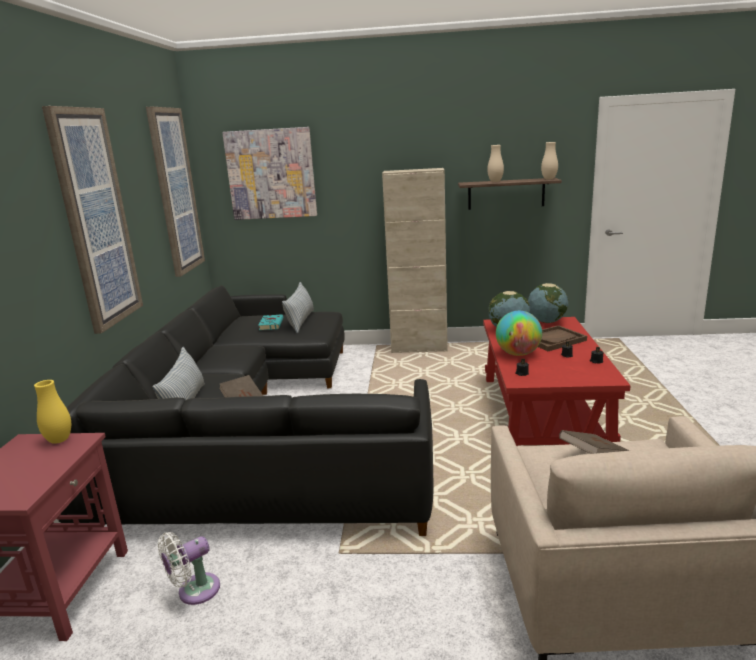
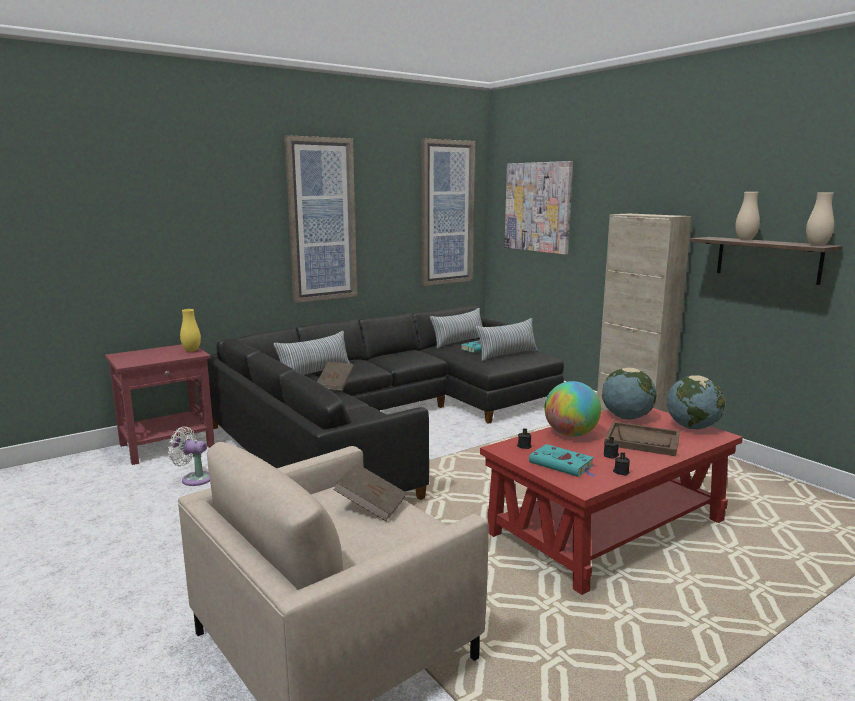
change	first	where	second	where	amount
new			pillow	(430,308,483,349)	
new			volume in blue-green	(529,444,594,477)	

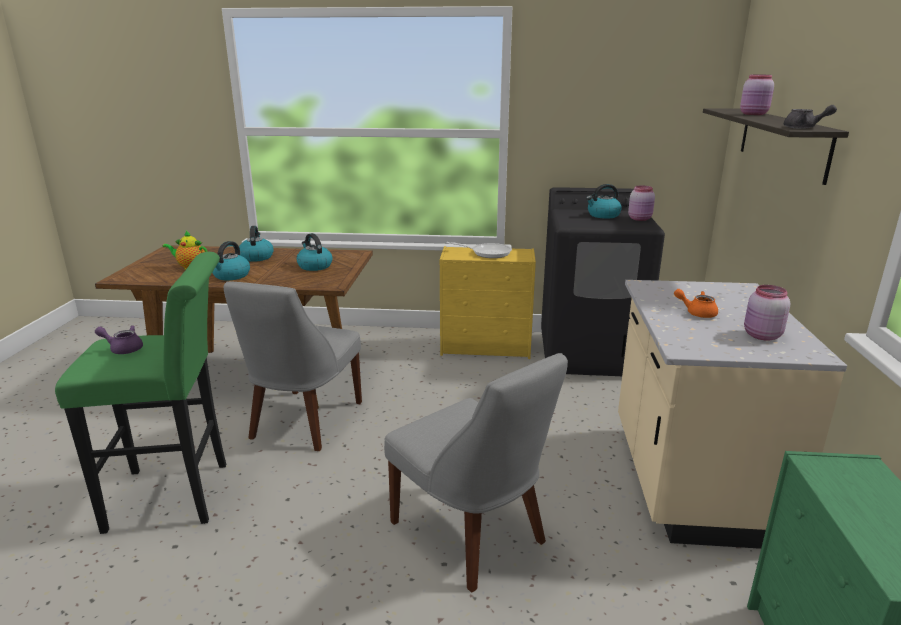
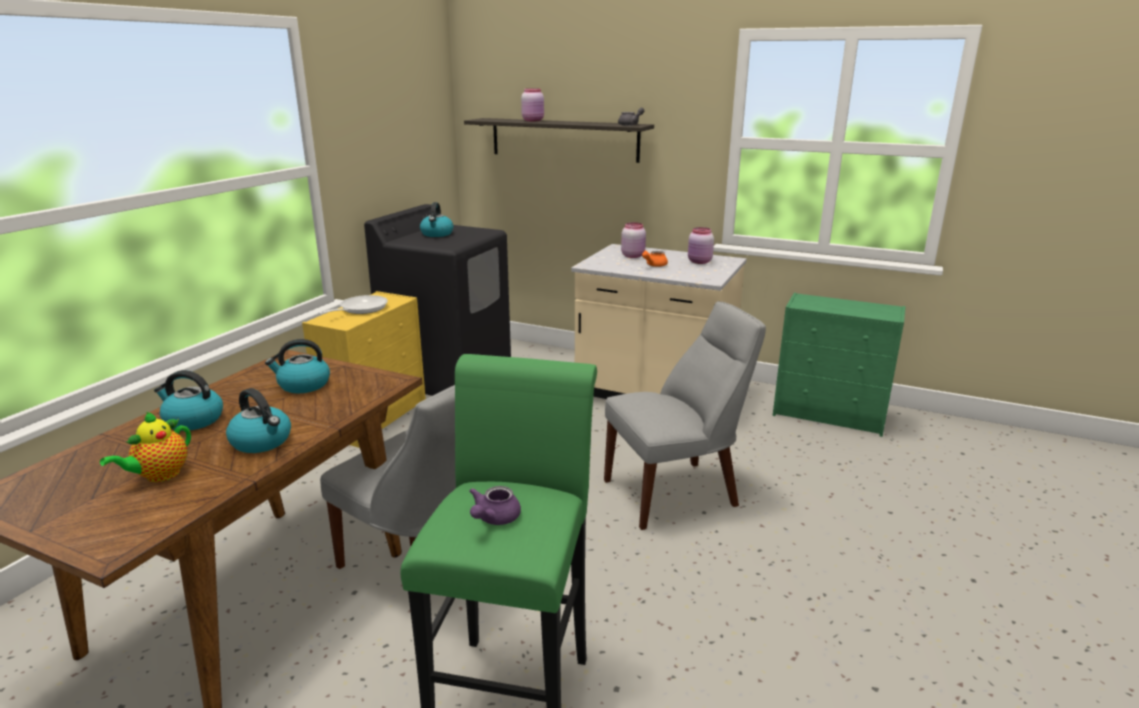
change	first	where	second	where	amount
shifted	jar in pink	(628,185,655,221)		(621,222,646,258)	

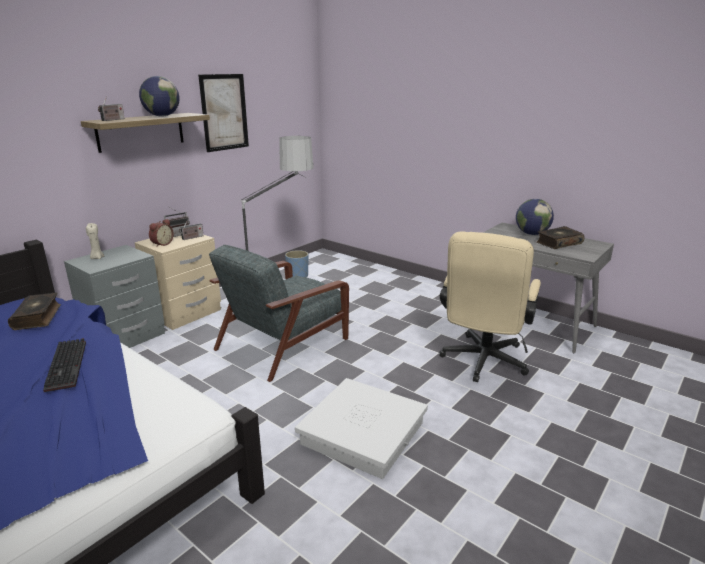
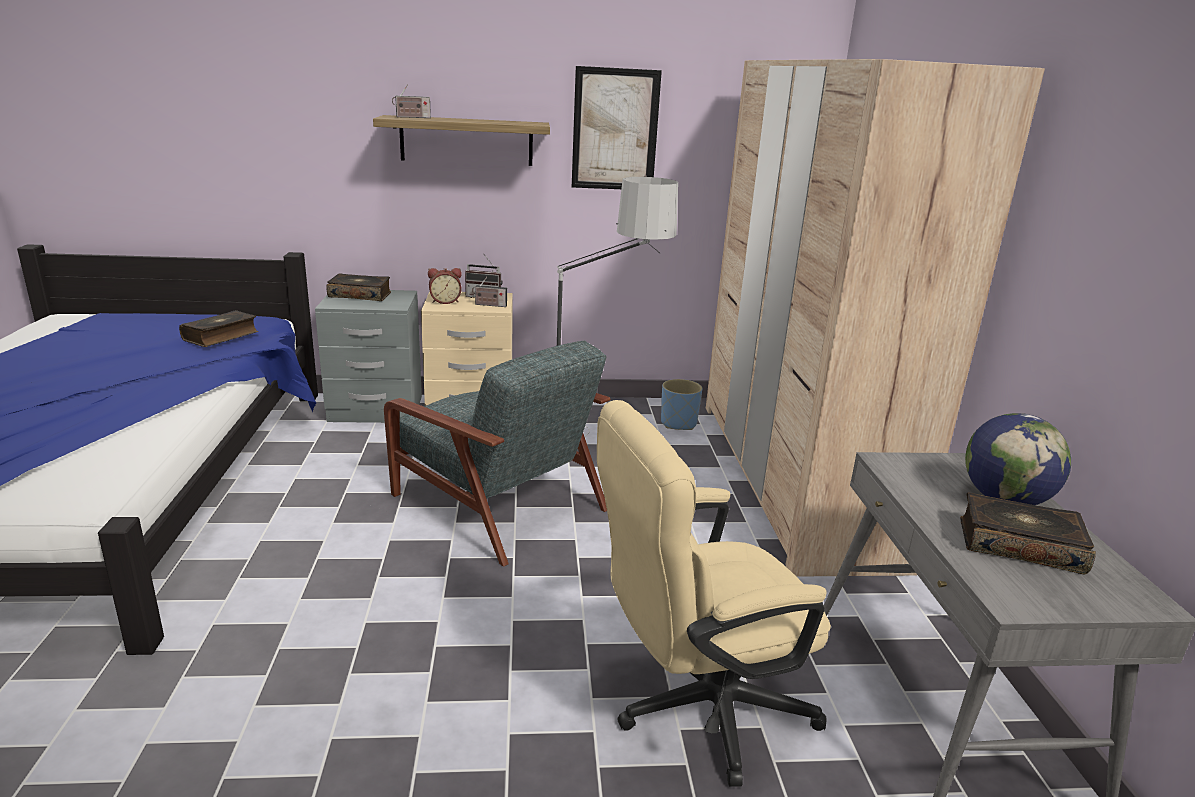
change	first	where	second	where	amount
gone	world globe	(139,76,180,116)			
swapped	candle in beige-coloured	(86,223,104,259)	volume	(326,274,391,301)	
rotated	lounge chair in grey	(209,245,349,382)		(384,341,610,567)	135 degrees counterclockwise
gone	keyboard	(43,338,86,392)			
gone	storage box in whitish	(295,378,428,479)			
new			clothes cupboard in beige-coloured	(706,59,1045,577)	

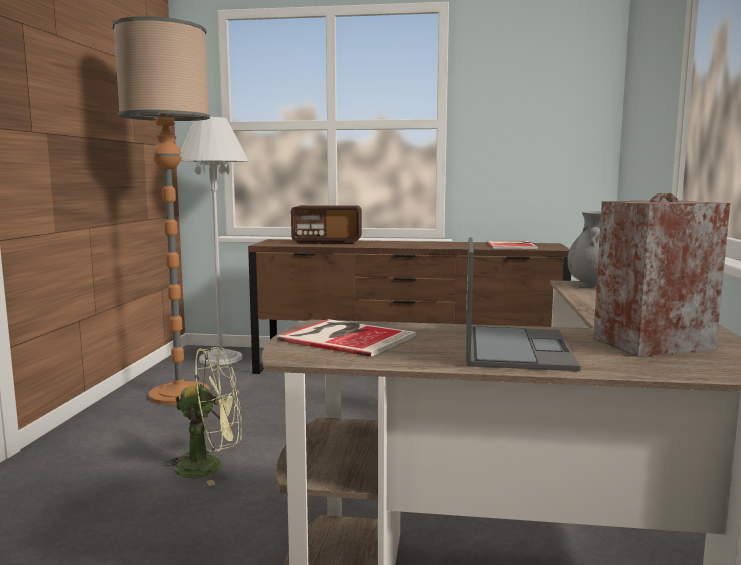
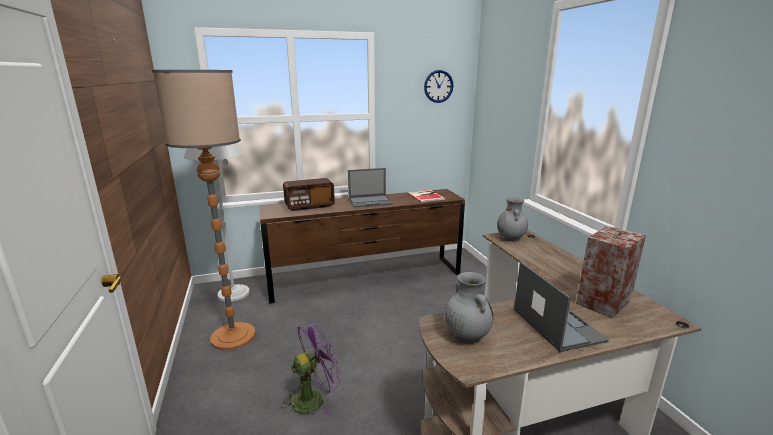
change	first	where	second	where	amount
swapped	volume	(277,319,416,357)	vase in grey	(444,272,493,344)	
repainted	fan in green-coloured	(163,347,242,486)	fan in purplish	(281,322,342,416)	
new			hanging clock	(424,70,453,103)	
new			portable computer	(348,168,393,208)	

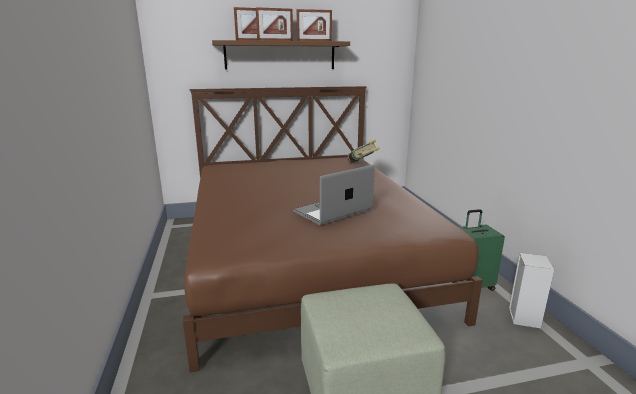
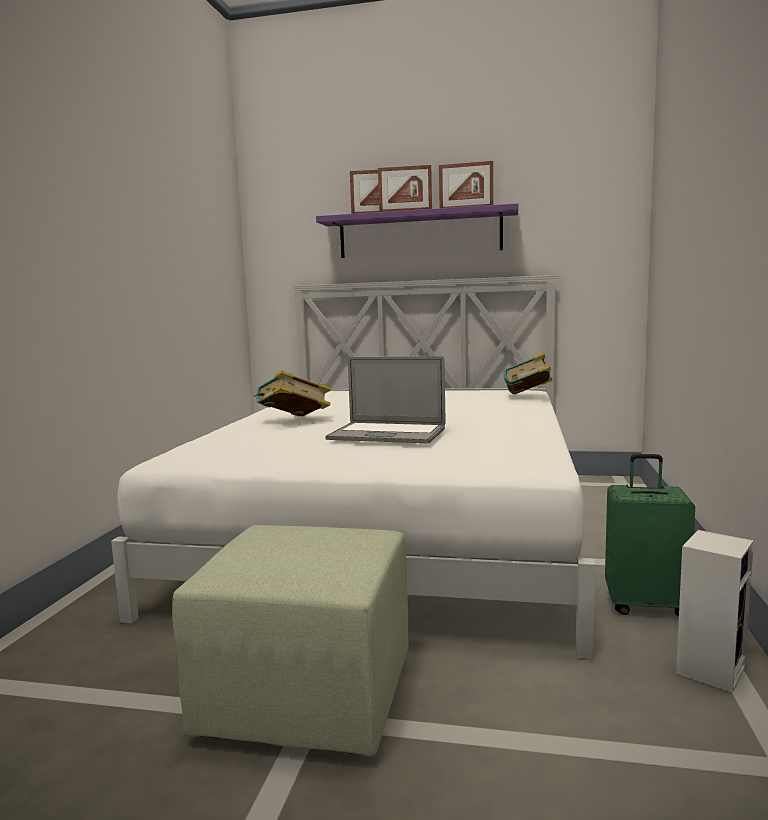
change	first	where	second	where	amount
repainted	bracket shelf in brown	(212,40,350,70)	bracket shelf in purplish	(316,203,518,258)	
repainted	bed in brown	(183,86,483,372)	bed in whitish	(111,275,596,659)	
rotated	portable computer	(293,165,375,225)		(325,356,446,443)	150 degrees counterclockwise
new			volume	(254,370,331,417)	

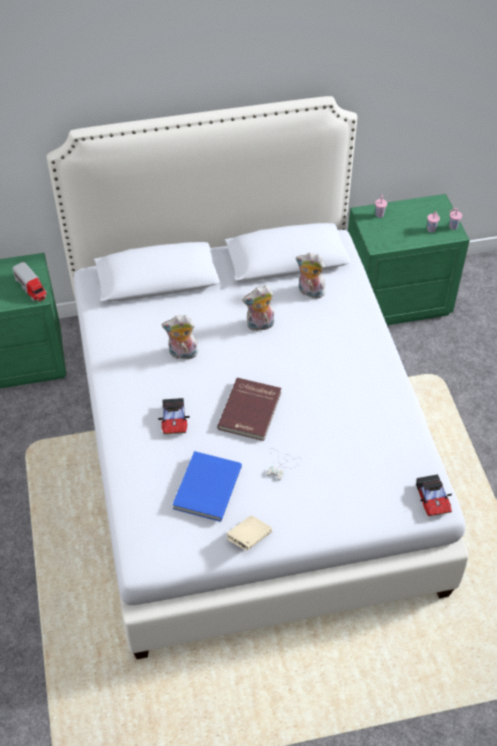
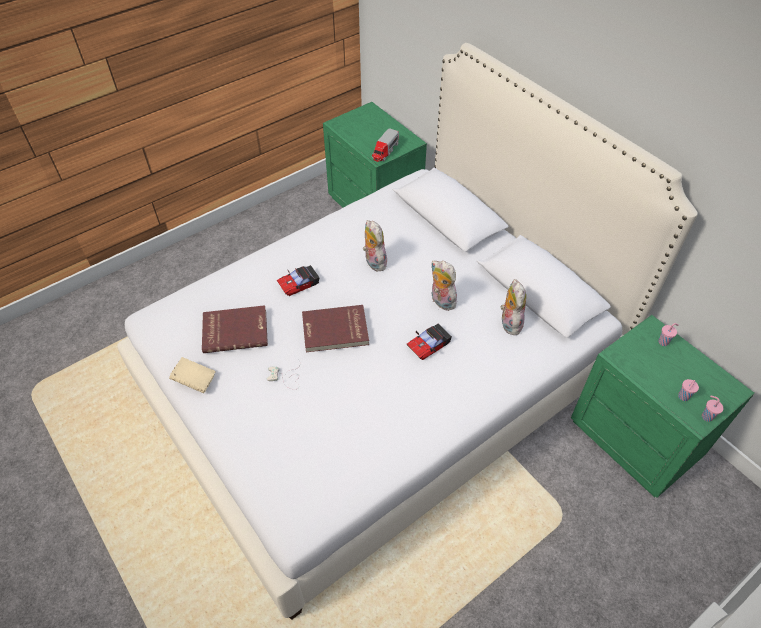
change	first	where	second	where	amount
repainted	volume in bluish	(172,451,242,522)	volume in red-coloured	(202,305,268,353)	
shifted	model car	(416,474,452,516)		(407,324,452,360)	

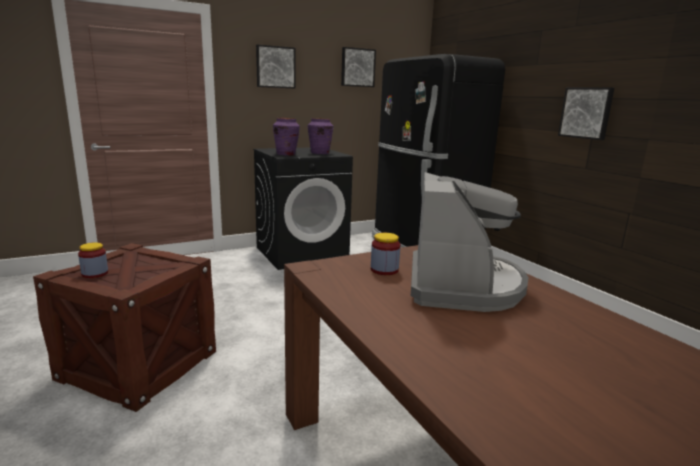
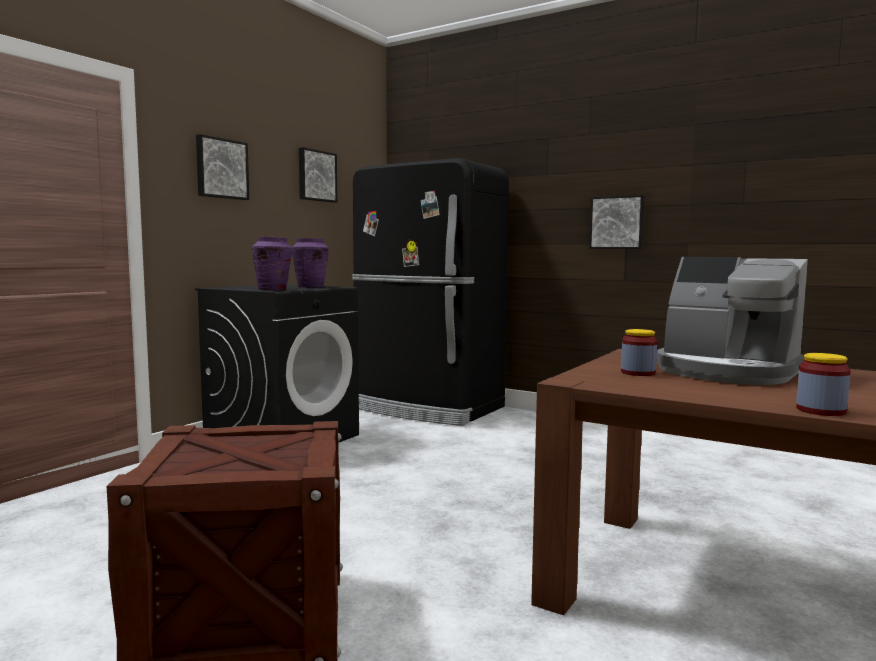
change	first	where	second	where	amount
rotated	coffee maker	(411,172,529,312)		(657,257,808,385)	150 degrees clockwise
shifted	jar	(78,242,108,278)		(796,353,851,416)	

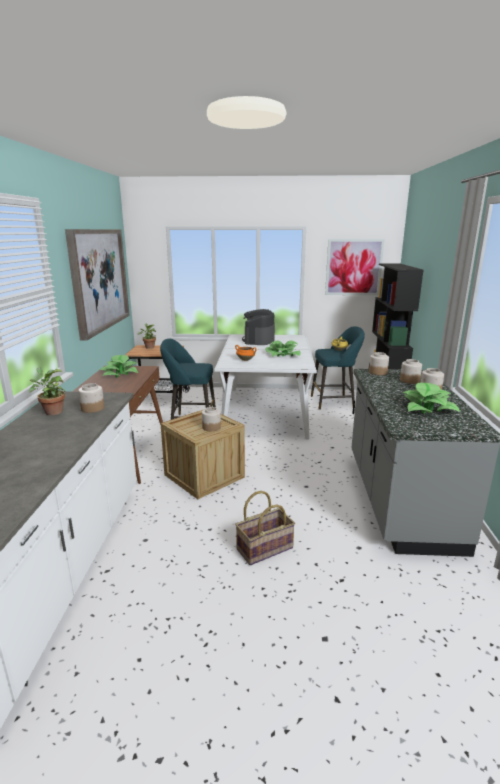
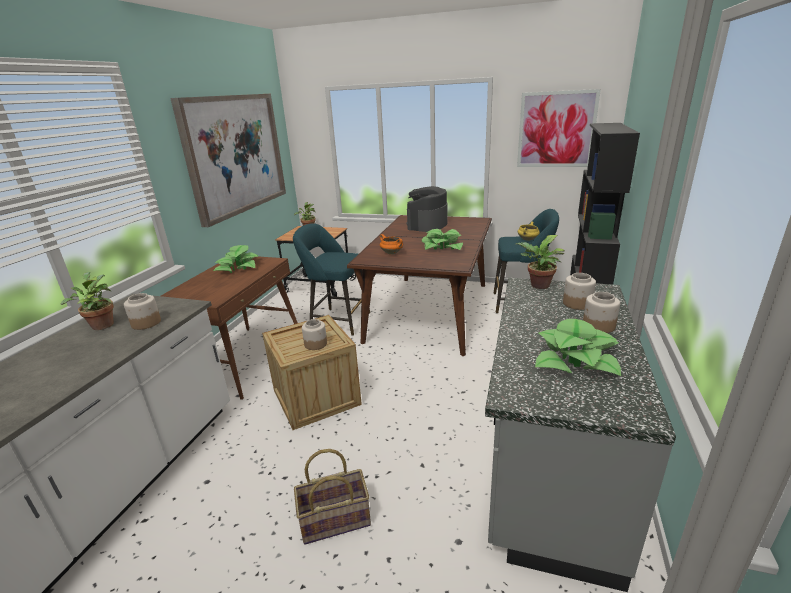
change	first	where	second	where	amount
repainted	dinner table in whitish	(214,334,317,440)	dinner table in brown	(347,215,492,356)	
swapped	jar	(369,352,389,375)	potted plant	(516,235,565,289)	

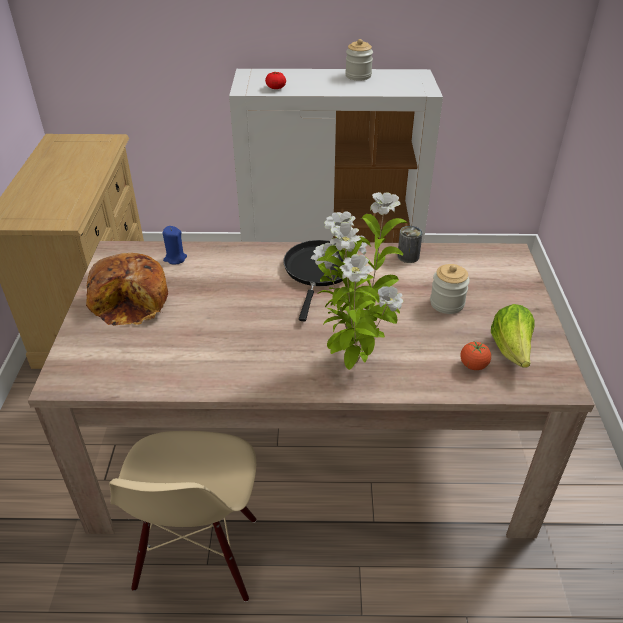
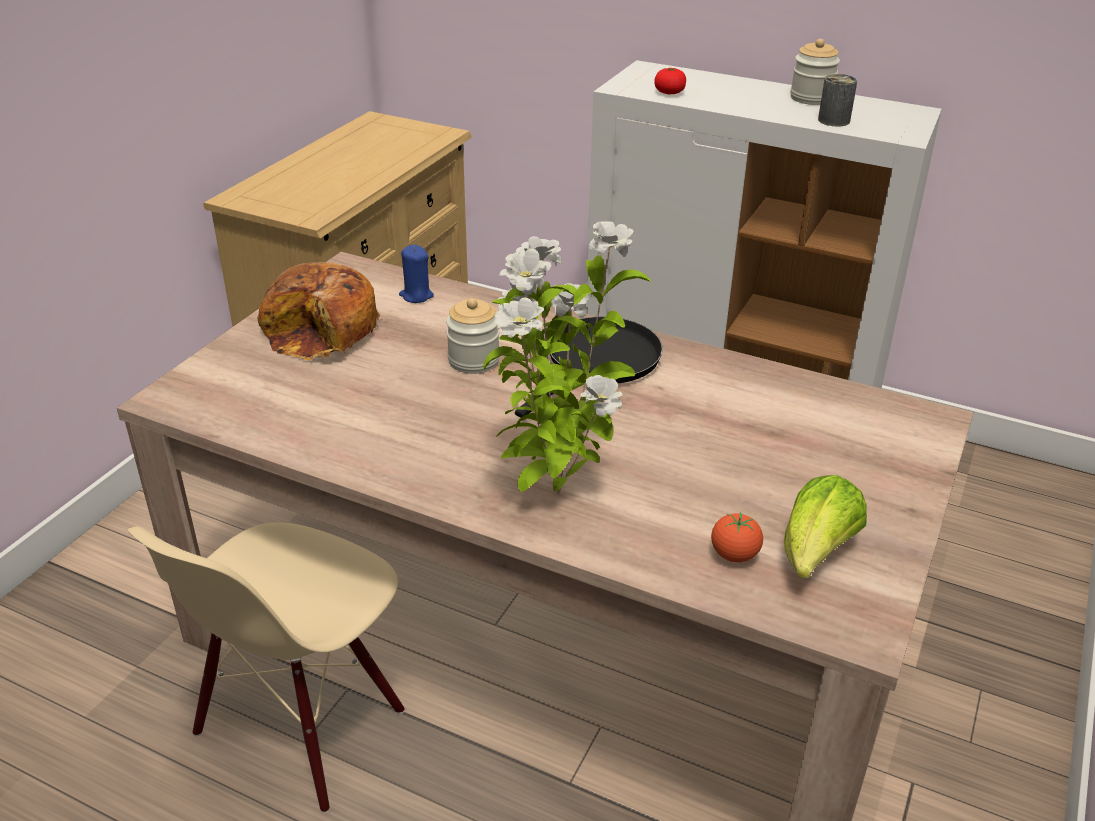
change	first	where	second	where	amount
shifted	can	(397,226,423,263)		(818,74,857,126)	
shifted	jar	(430,264,470,314)		(446,298,500,374)	

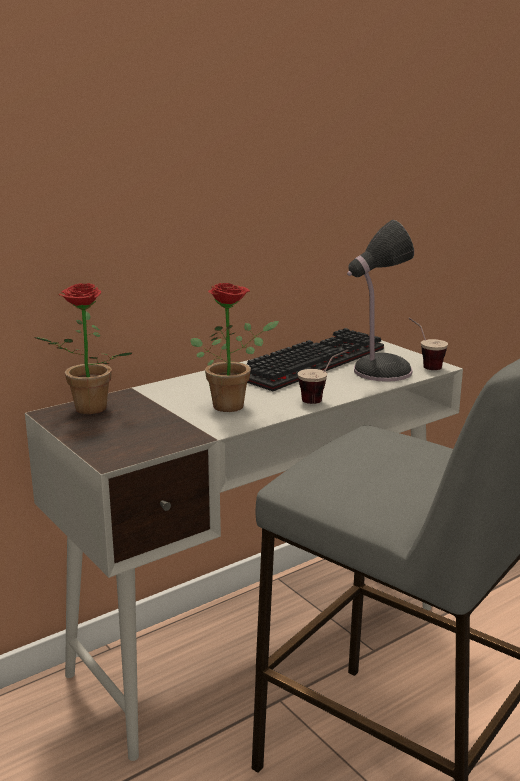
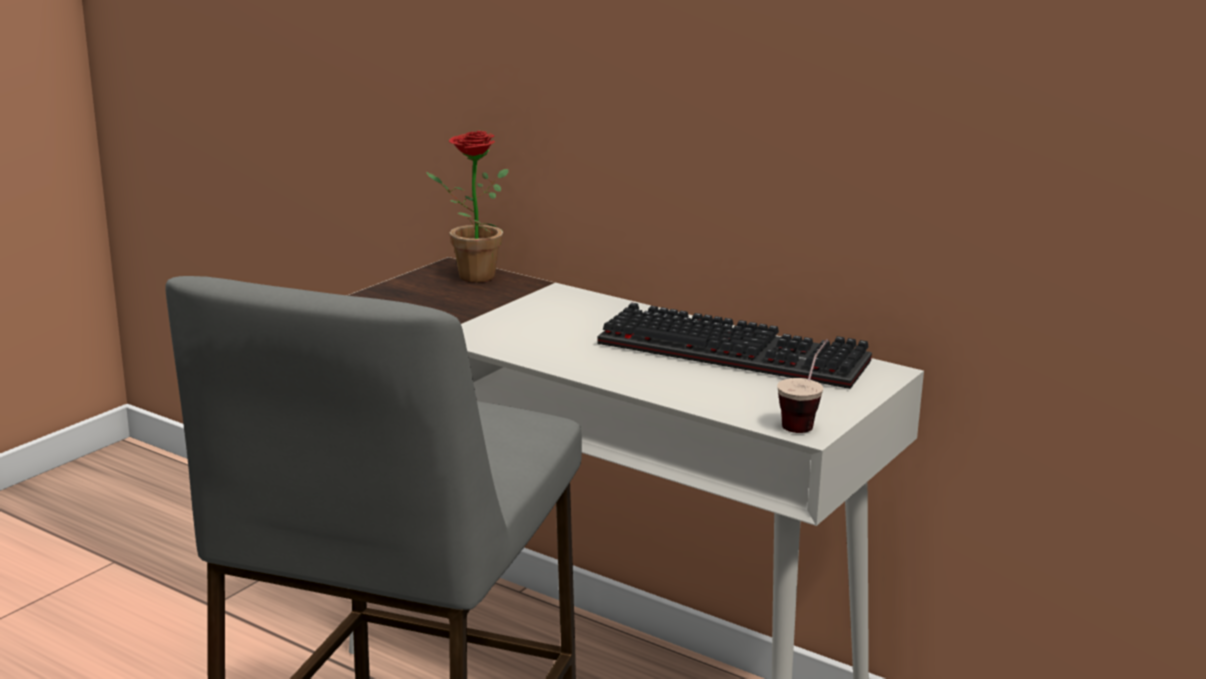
change	first	where	second	where	amount
gone	table lamp	(347,220,414,382)			
gone	potted plant	(190,283,279,412)			
gone	small cup	(298,349,349,404)			

